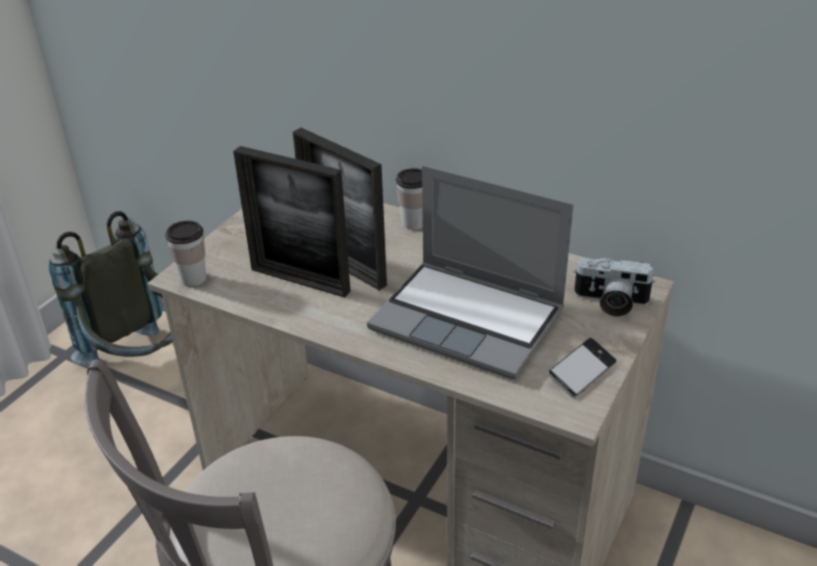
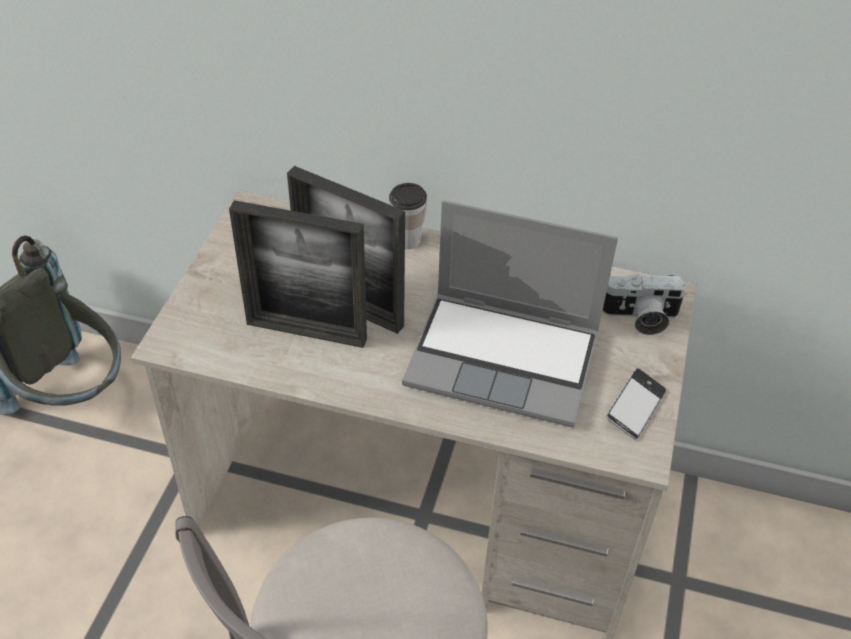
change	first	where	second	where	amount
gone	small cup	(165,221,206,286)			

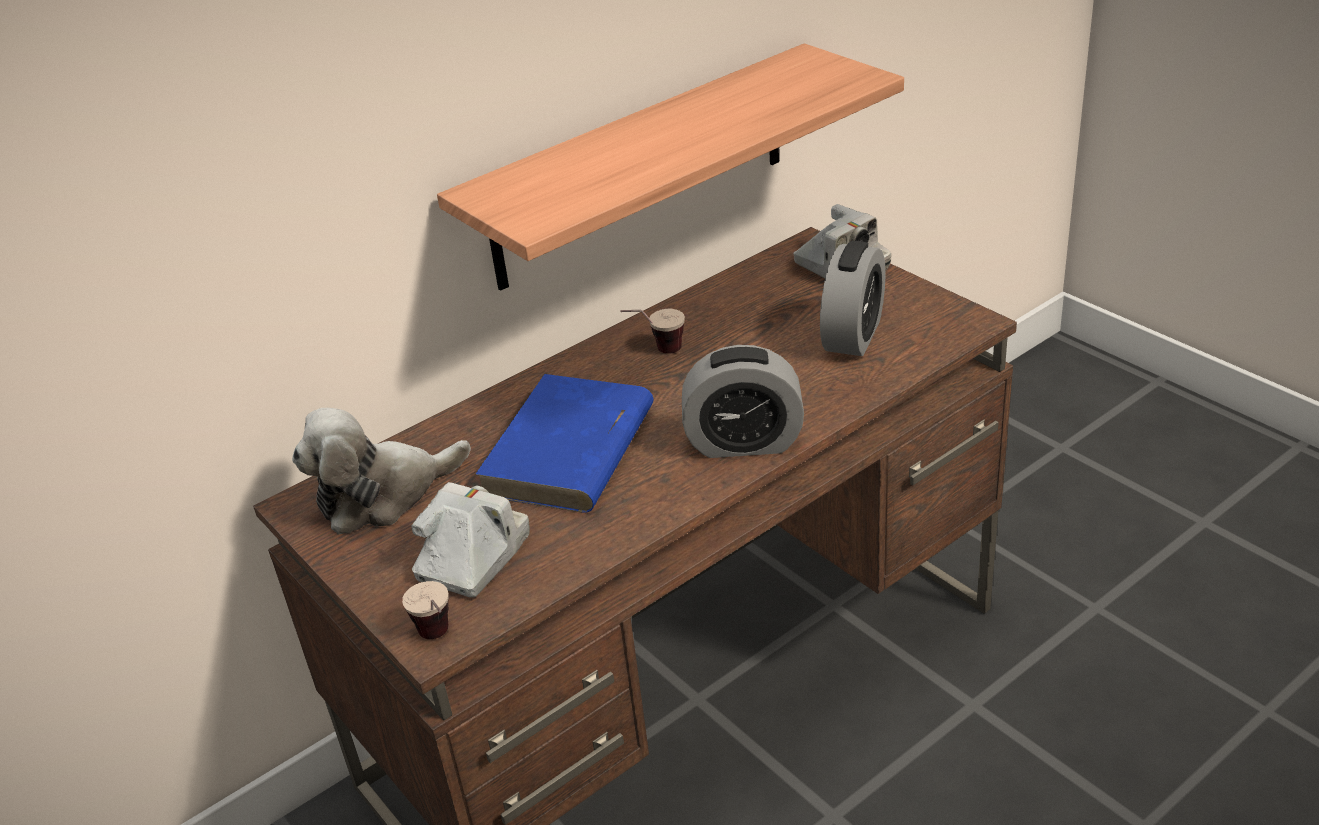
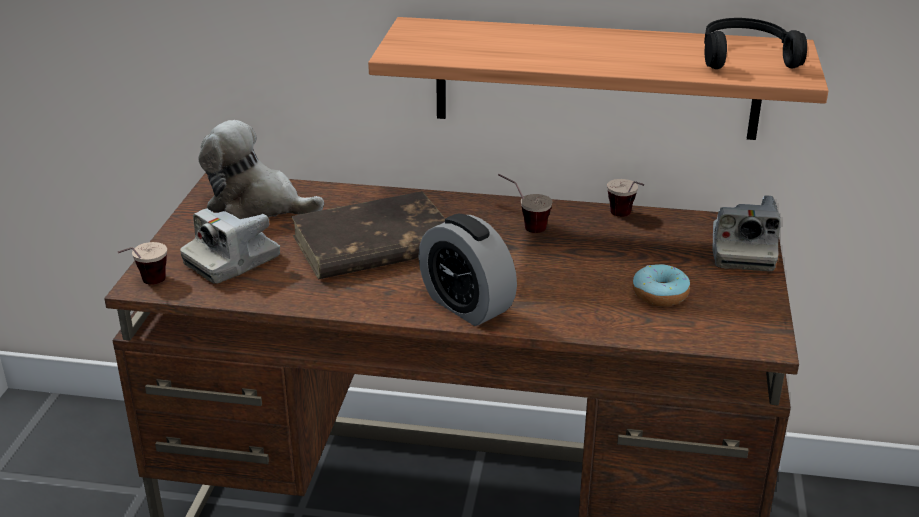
change	first	where	second	where	amount
swapped	alarm clock	(820,241,885,356)	ring doughnut	(633,264,690,306)	
repainted	volume in bluish	(475,374,654,513)	volume in brown	(291,191,445,279)	
rotated	still camera	(411,482,530,598)		(180,209,280,284)	150 degrees clockwise
new			pair of headphones in black-coloured	(704,18,807,69)	
new			small cup	(607,179,644,217)	

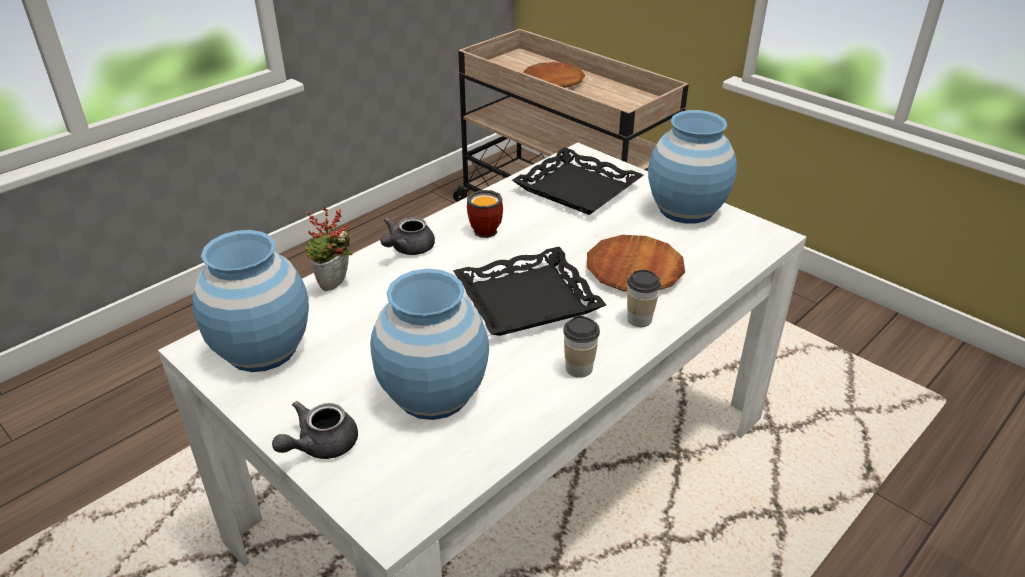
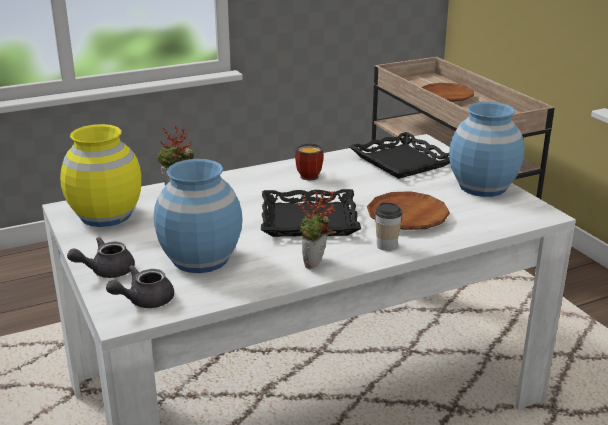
change	first	where	second	where	amount
shifted	teapot in grey	(380,217,435,255)		(106,265,174,308)	
repainted	vase in bluish	(192,230,309,372)	vase in yellow-coloured	(60,124,141,227)	
swapped	small cup	(563,315,600,378)	potted plant	(298,190,336,269)	

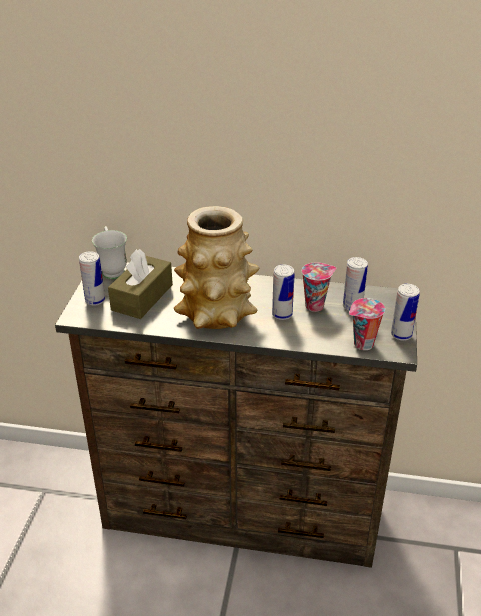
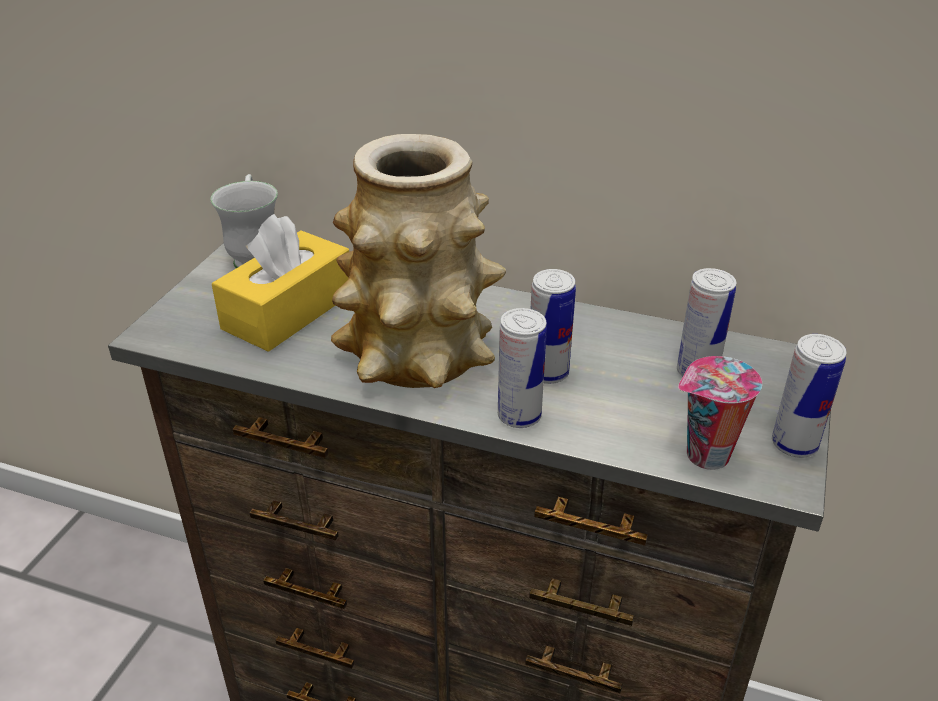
change	first	where	second	where	amount
repainted	tissue box in brown	(108,249,173,319)	tissue box in yellow-coloured	(212,214,349,352)	
shifted	can	(79,251,105,306)		(498,308,547,428)	
gone	small cup	(302,262,337,312)			

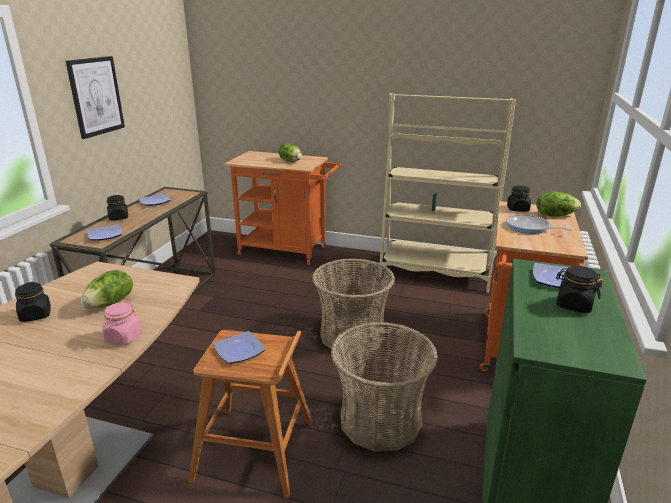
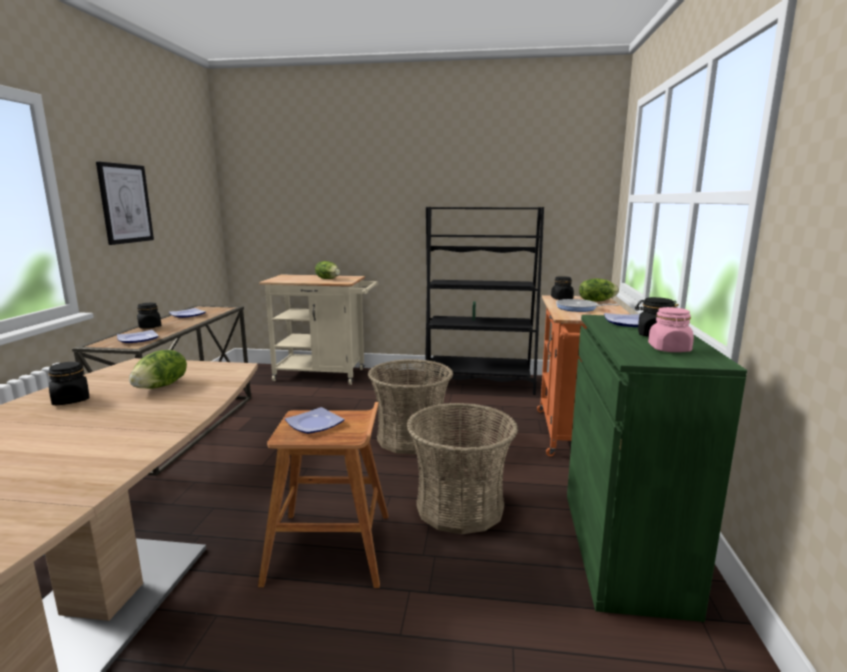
change	first	where	second	where	amount
repainted	shelving unit in beige-coloured	(379,93,516,293)	shelving unit in black-coloured	(425,207,544,395)	
repainted	trolley in orange-coloured	(225,151,341,265)	trolley in beige-coloured	(259,275,378,385)	
shifted	jar in pink	(102,301,142,345)		(648,307,694,352)	

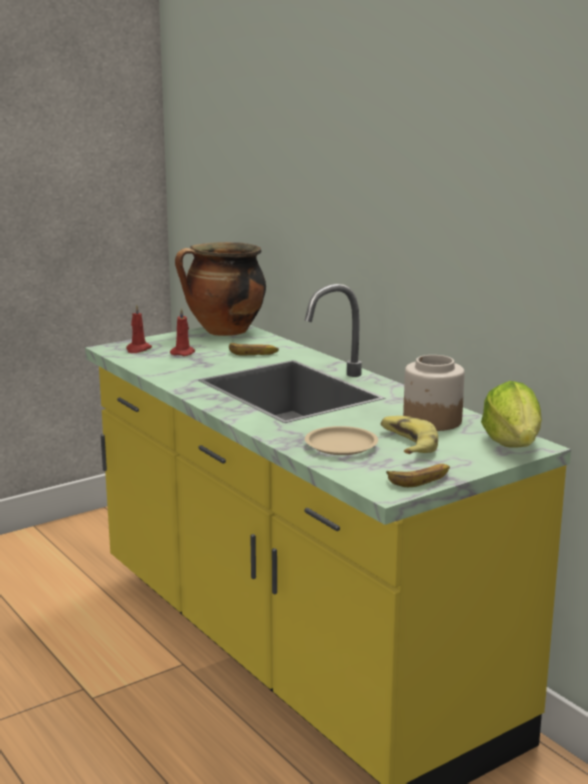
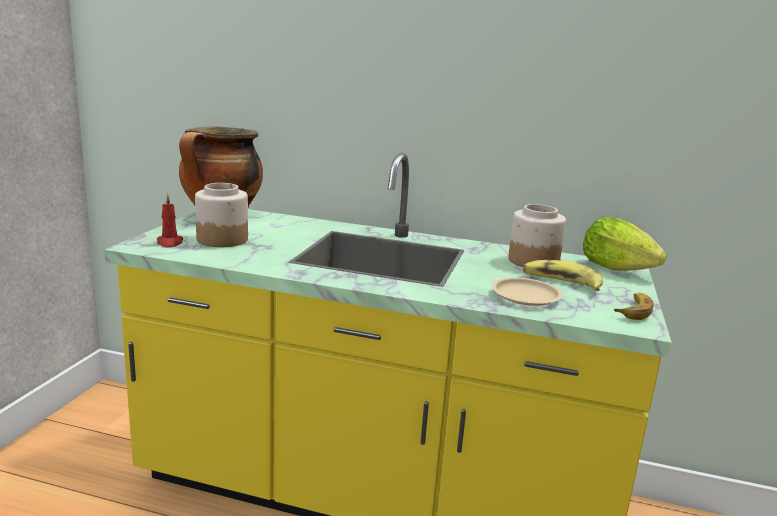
change	first	where	second	where	amount
swapped	candle in red-coloured	(170,308,195,356)	jar	(195,183,248,247)	
gone	banana	(229,343,279,356)			

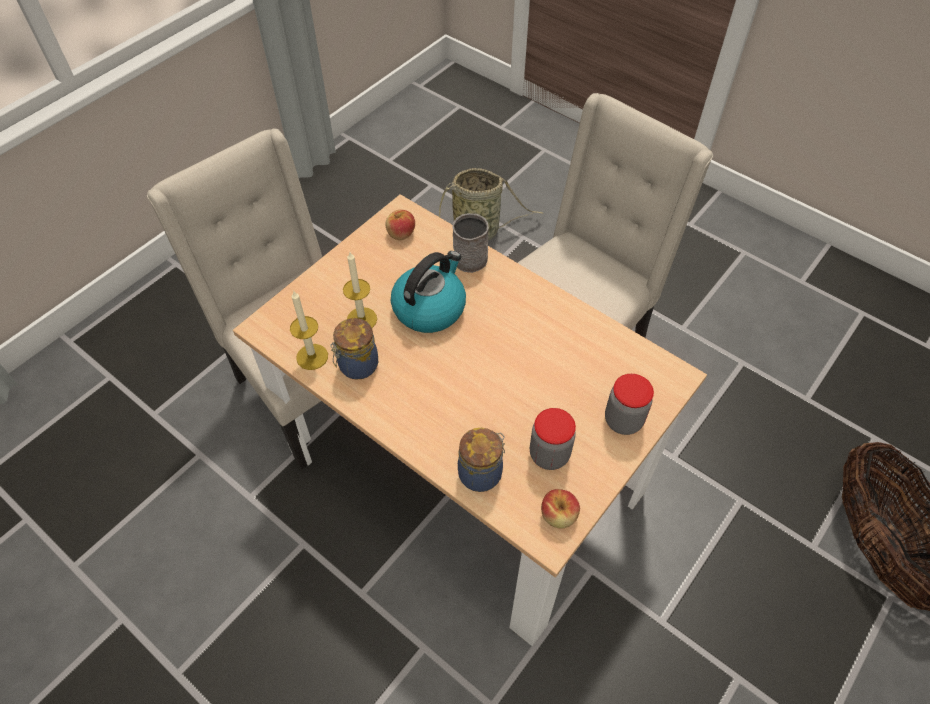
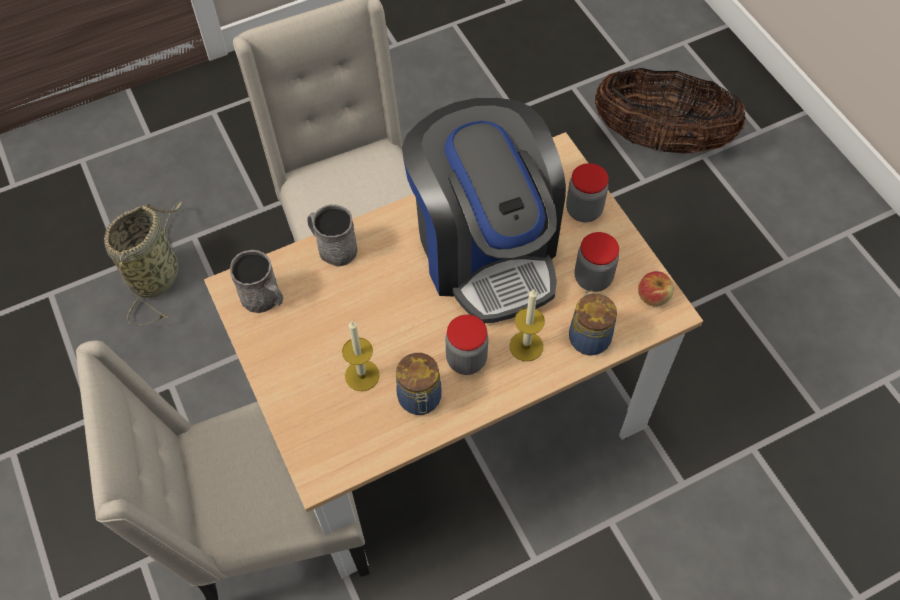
change	first	where	second	where	amount
swapped	apple	(385,210,415,240)	coffee mug in grey	(230,250,283,313)	
gone	tea kettle	(391,251,466,333)			
shifted	candle	(290,291,328,370)		(509,289,545,361)	
new			coffee maker	(402,98,566,323)	
new			jar	(446,314,488,375)	

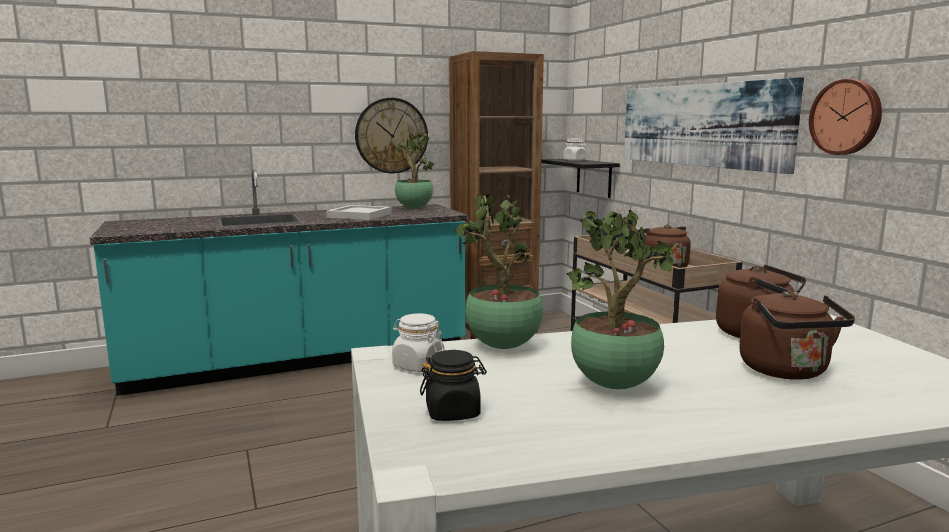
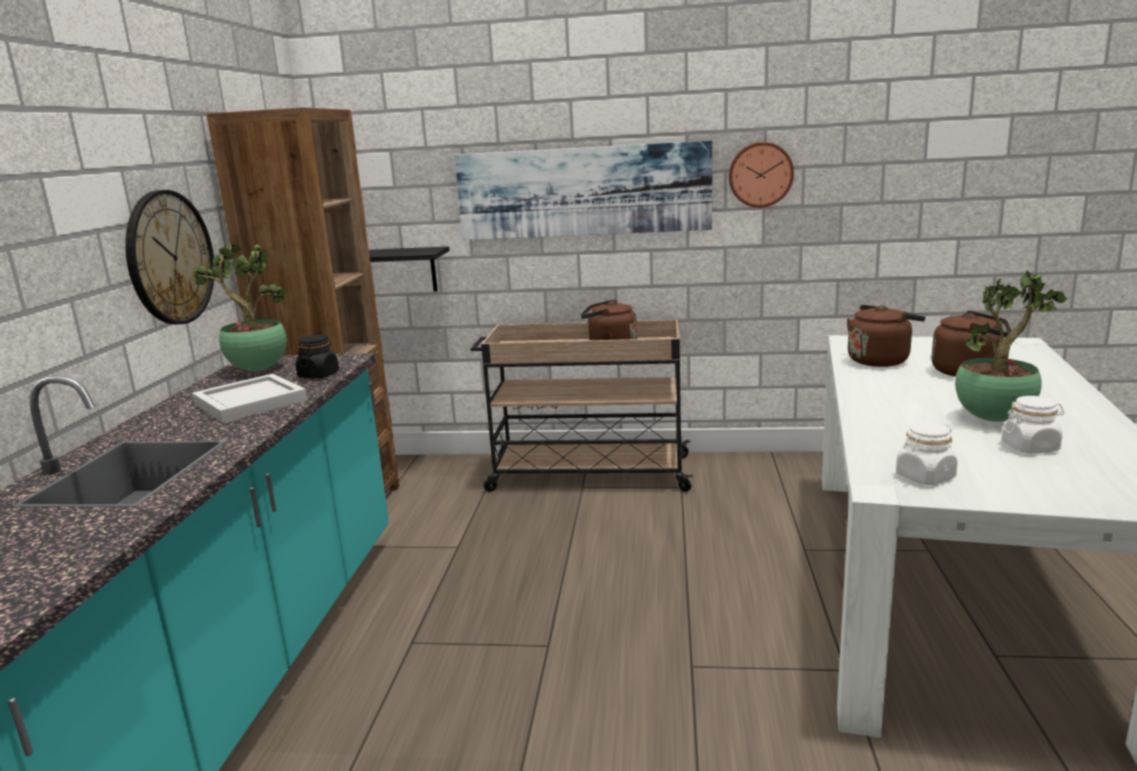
change	first	where	second	where	amount
shifted	jar in whitish	(563,139,586,161)		(1002,396,1064,453)	
gone	potted plant	(455,194,543,349)			
shifted	jar in black-coloured	(420,350,487,421)		(295,335,339,379)	

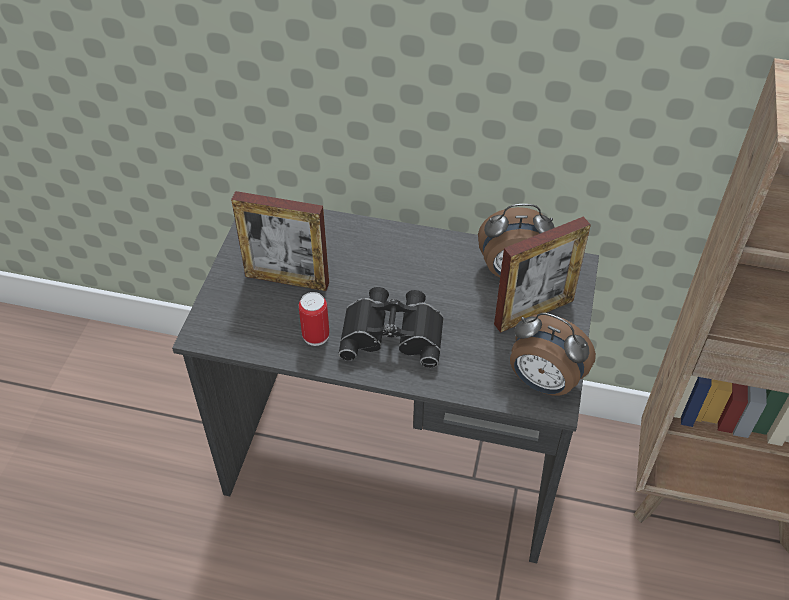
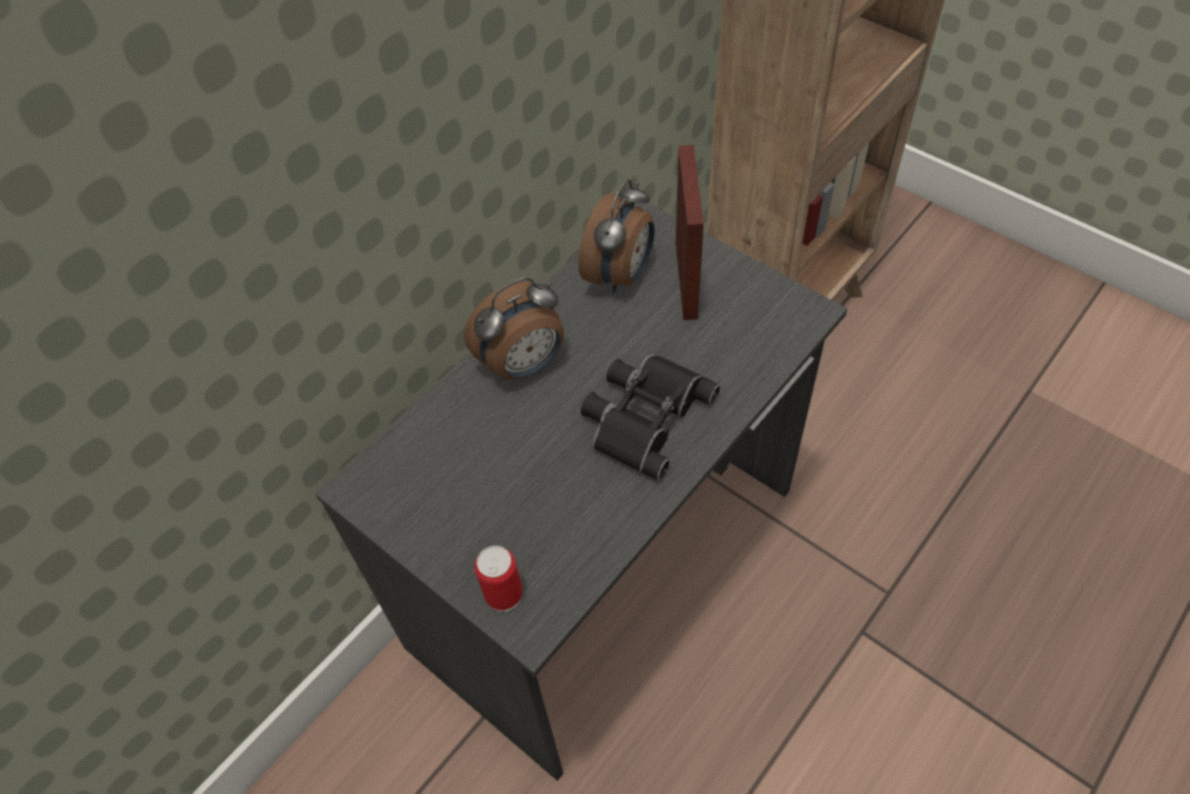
change	first	where	second	where	amount
gone	picture frame	(231,191,329,291)			
shifted	can	(299,292,329,346)		(475,546,523,612)	
shifted	alarm clock	(510,313,596,396)		(464,278,564,380)	

